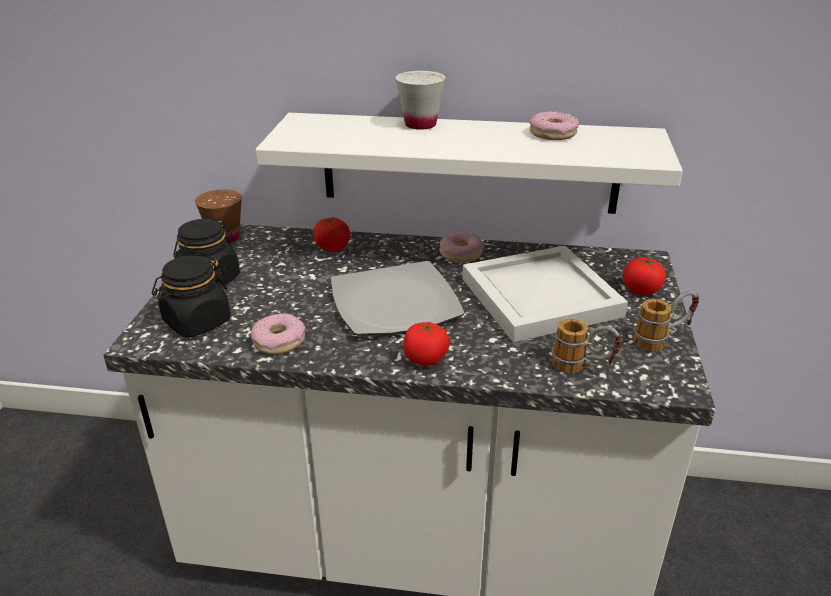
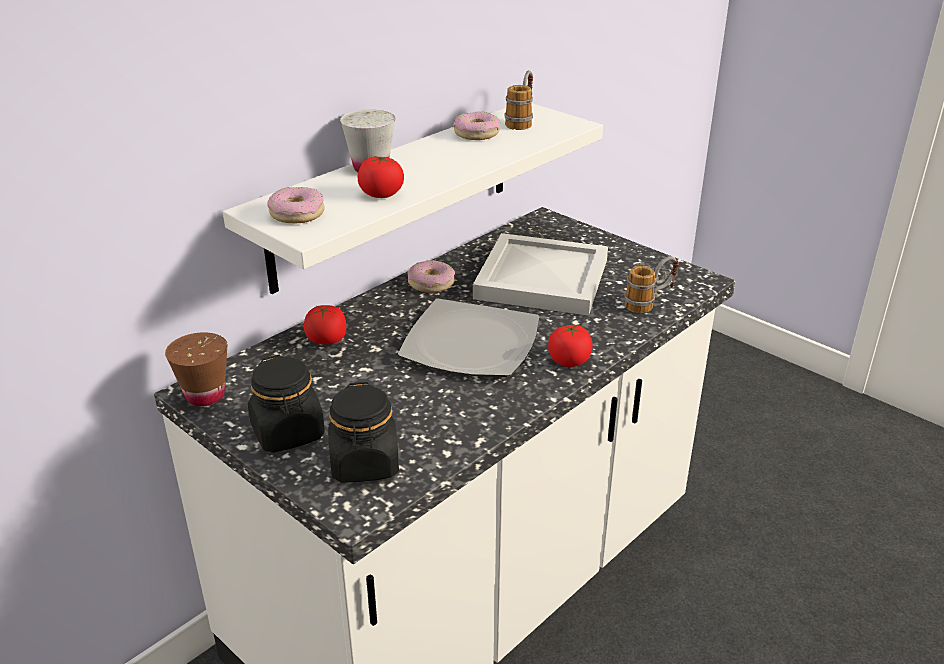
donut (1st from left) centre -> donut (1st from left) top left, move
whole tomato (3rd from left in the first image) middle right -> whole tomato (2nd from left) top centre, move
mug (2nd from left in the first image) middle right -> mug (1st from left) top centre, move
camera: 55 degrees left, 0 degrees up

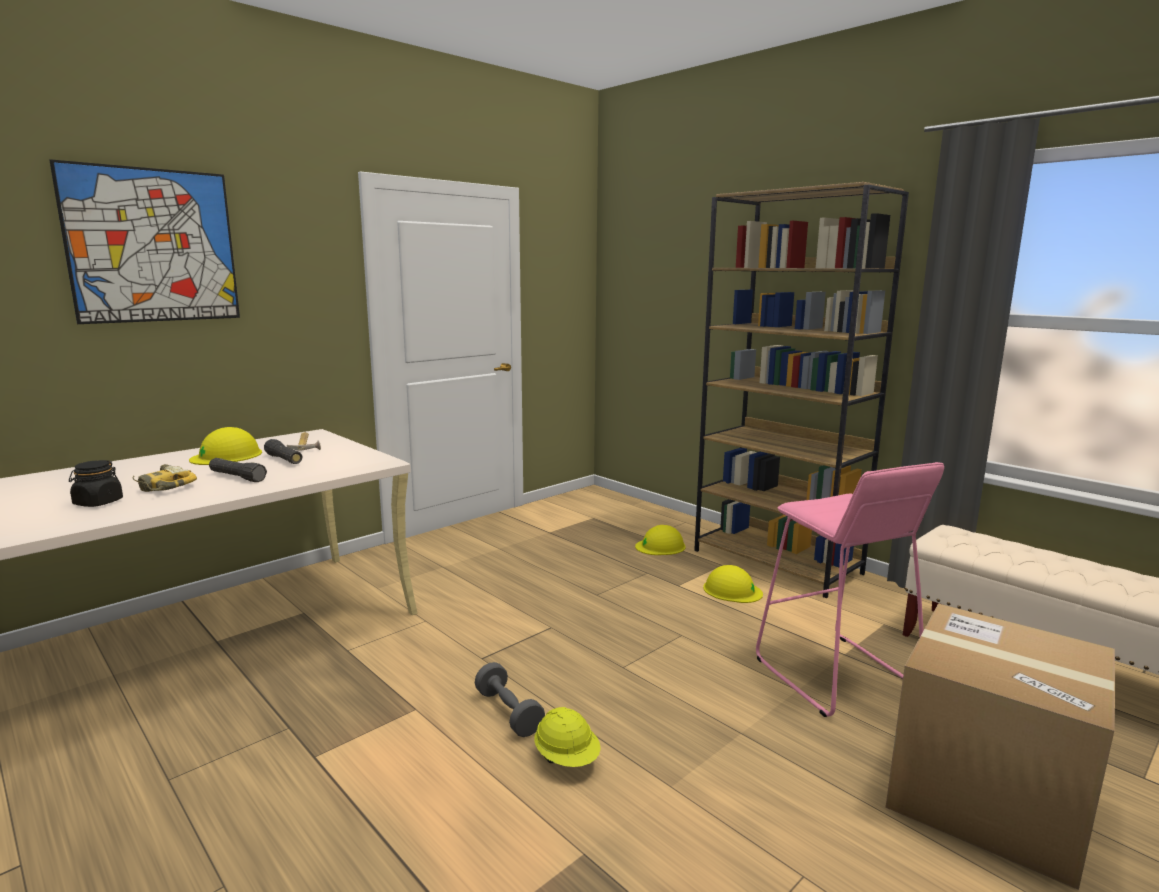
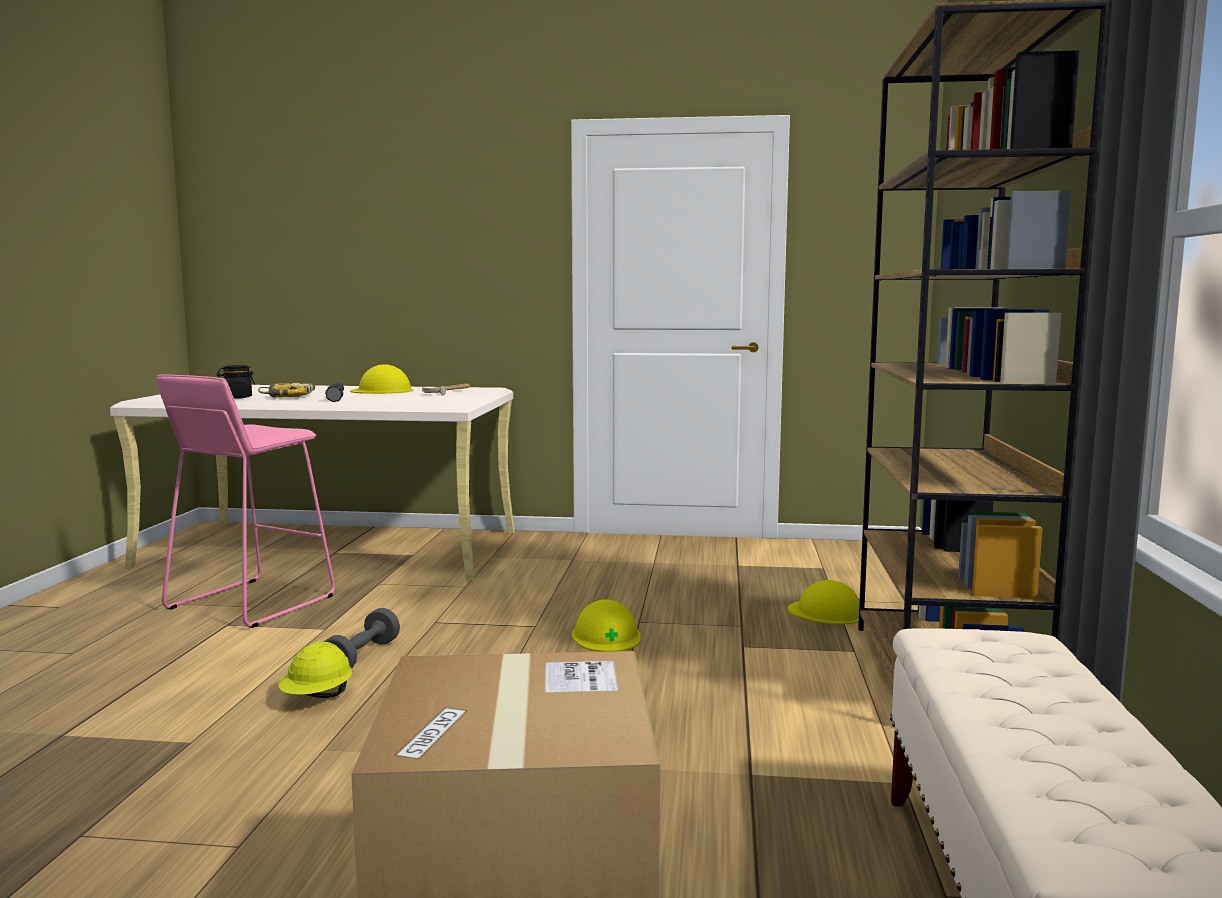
picture top left -> none
black-coloured flashlight (2nd from left) middle left -> none
yellow safety helmet (4th from left in the first image) centre -> yellow safety helmet (3rd from left) bottom centre, move
pinkish sitting stool middle right -> pinkish sitting stool middle left, move
camera: 50 degrees right, 5 degrees down

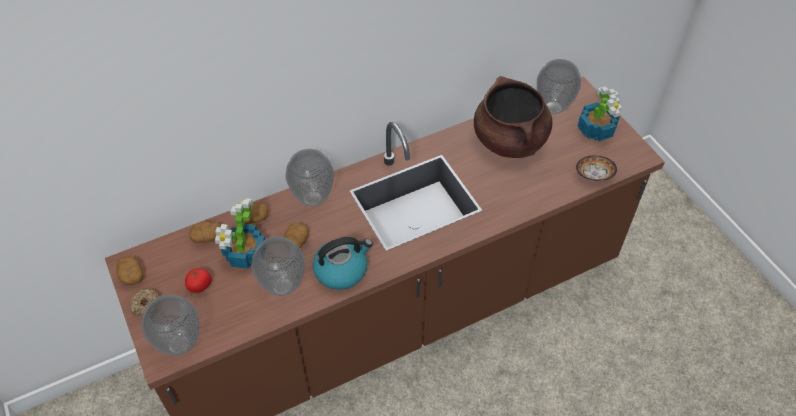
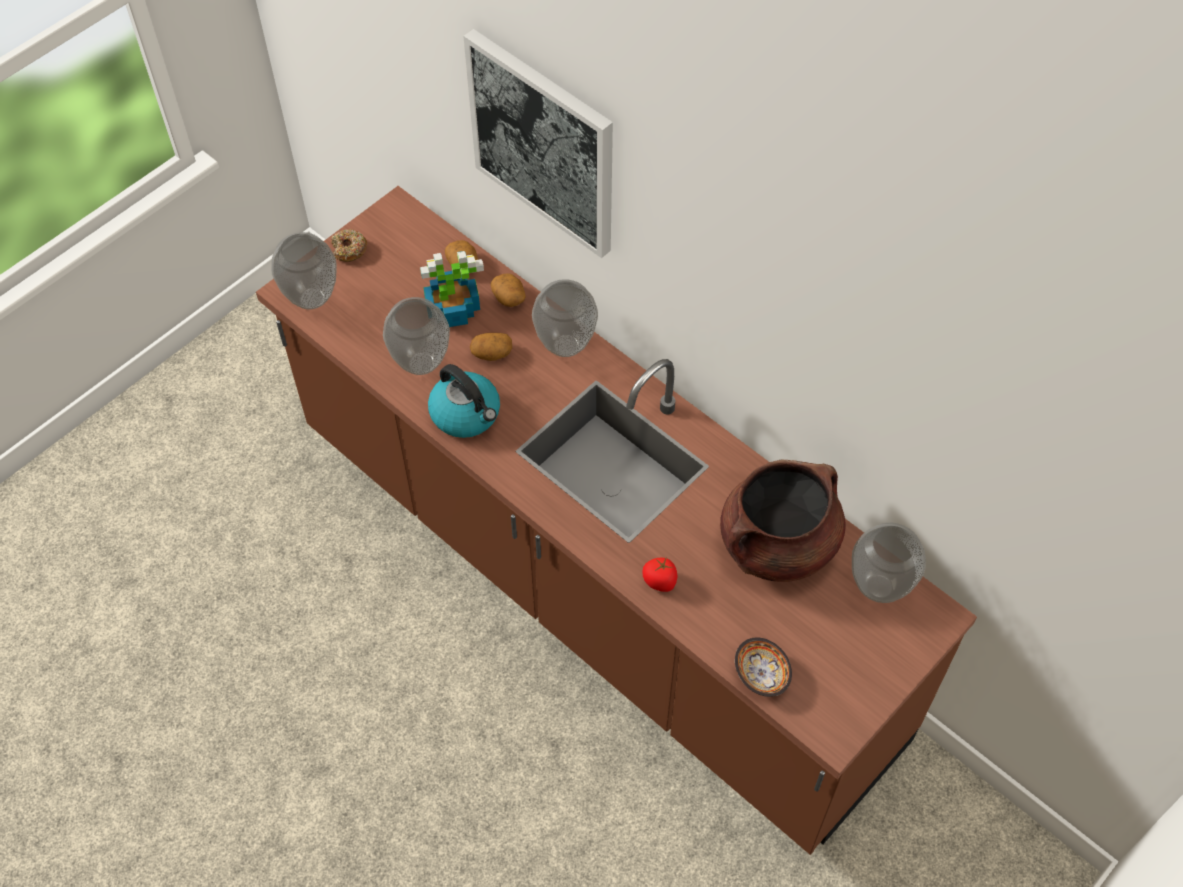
spud (1st from left) middle left -> none
whole tomato bottom left -> whole tomato centre, move
houseplant (2nd from left) top right -> none
none -> picture top centre
camera: 70 degrees right, 5 degrees up

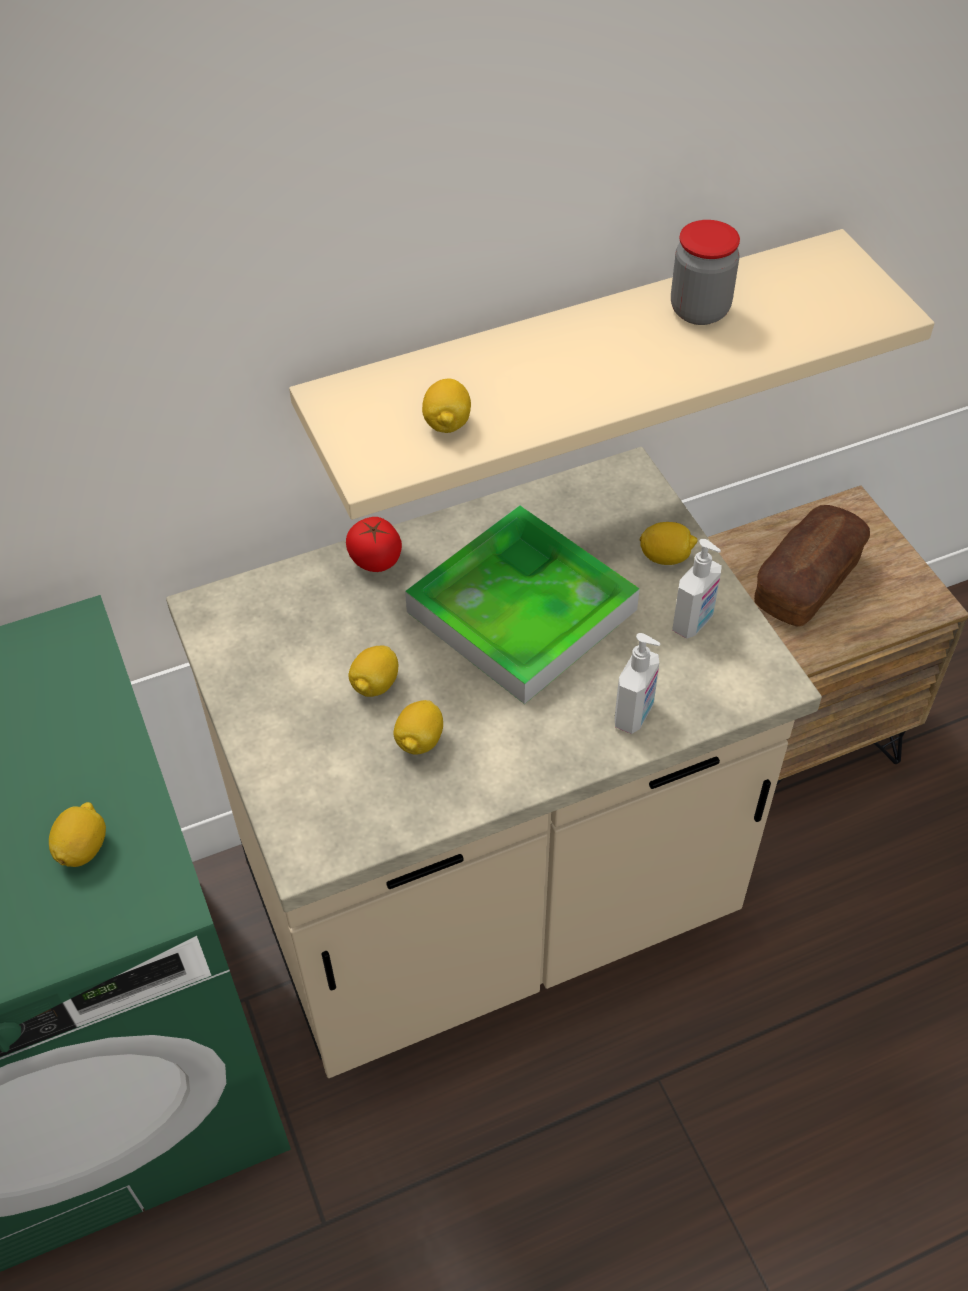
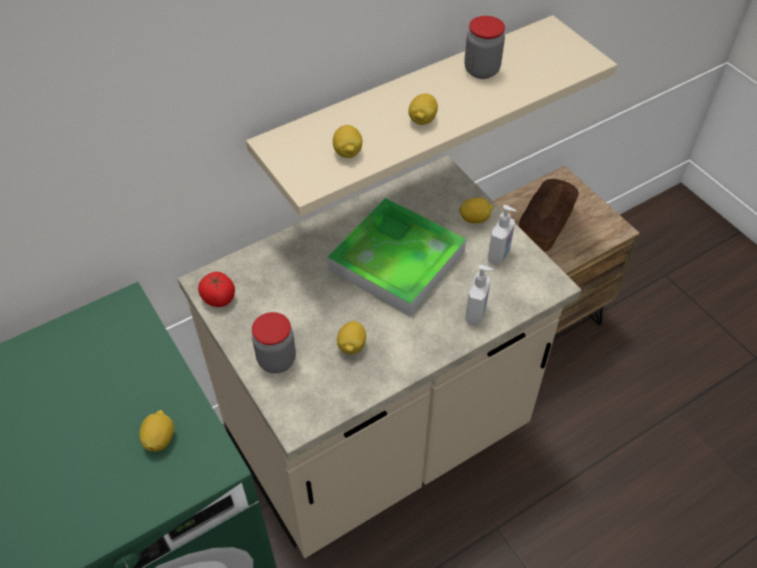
whole tomato centre -> whole tomato middle left, move
citrus fruit (2nd from left in the first image) centre -> citrus fruit (4th from left) top centre, move
none -> preserve jar (1st from left) centre
camera: 10 degrees left, 0 degrees up

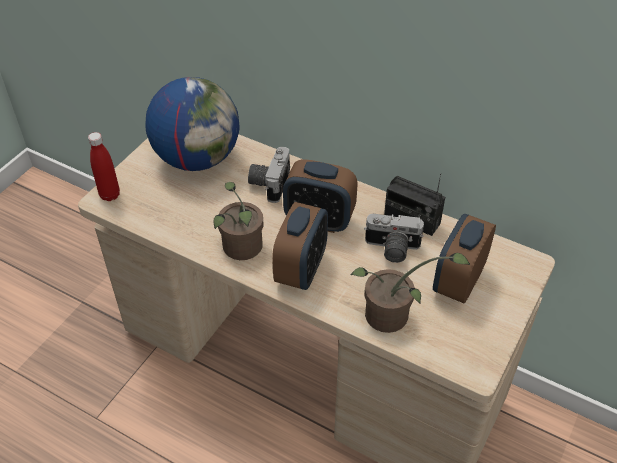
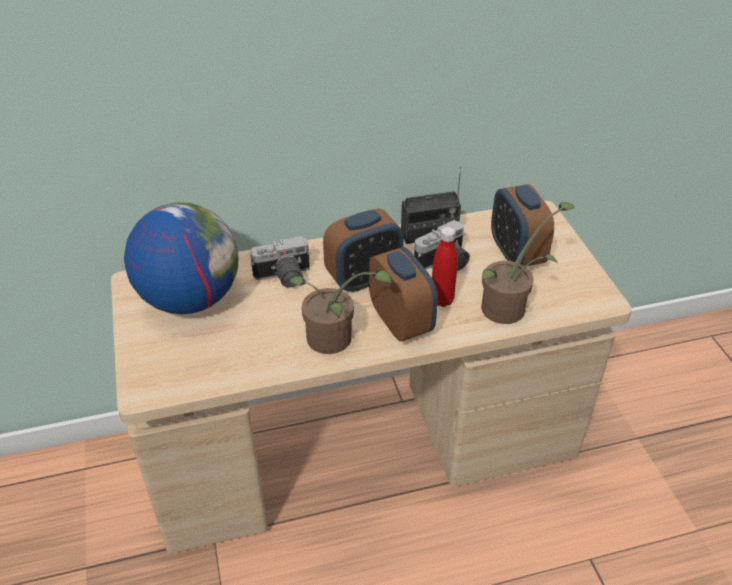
red-coloured drink bottle middle left -> red-coloured drink bottle centre, move
photo camera (1st from left) centre, 75 degrees counterclockwise
camera: 45 degrees left, 5 degrees down

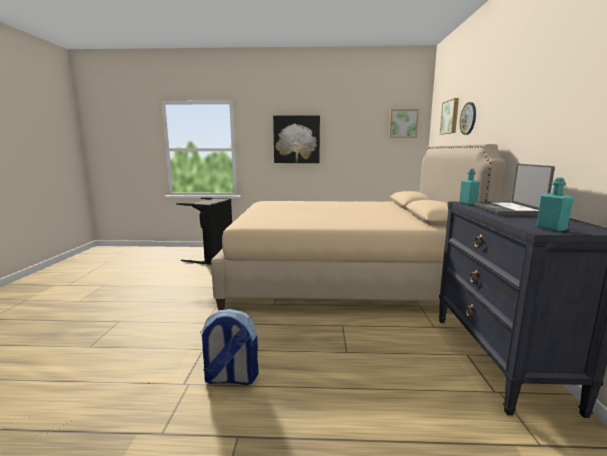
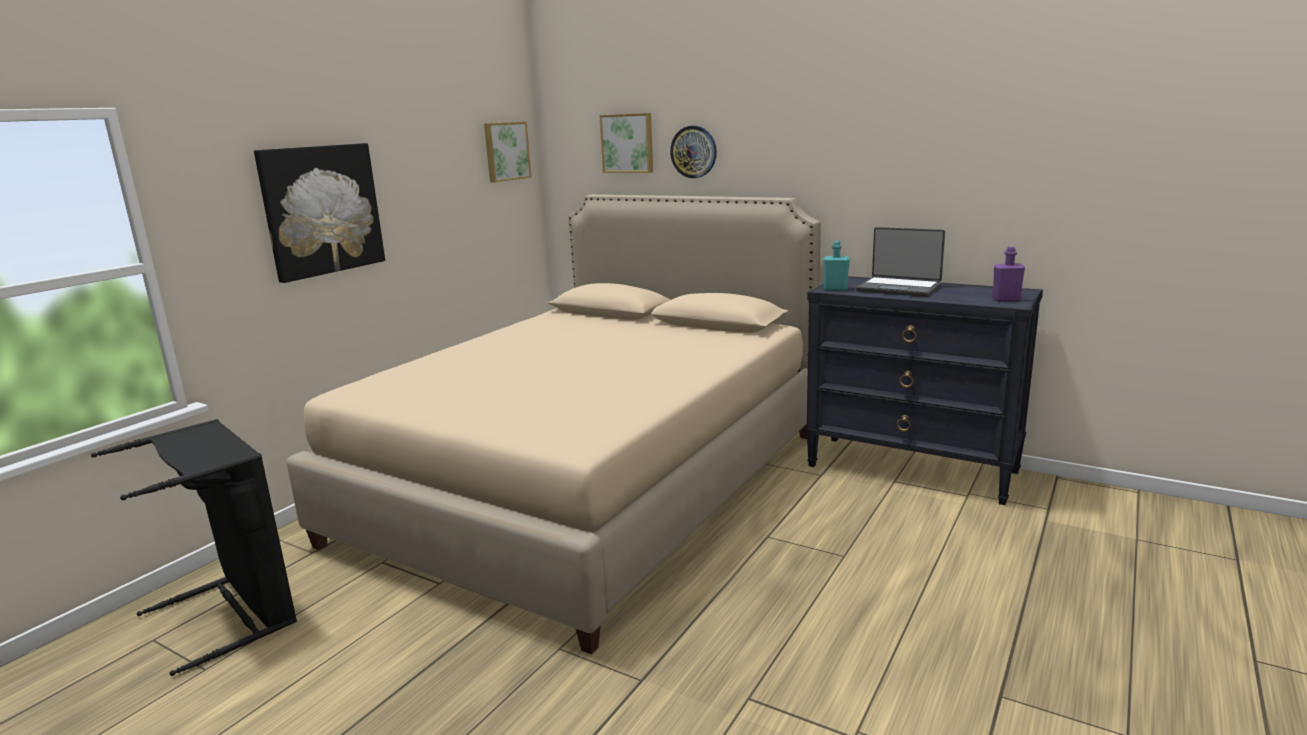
backpack bottom centre -> none
turquoise drink bottle (2nd from left) middle right -> purplish drink bottle middle right
camera: 60 degrees left, 5 degrees up

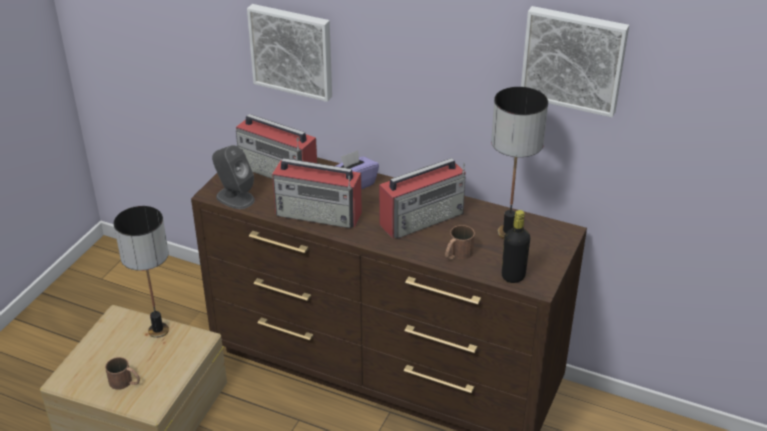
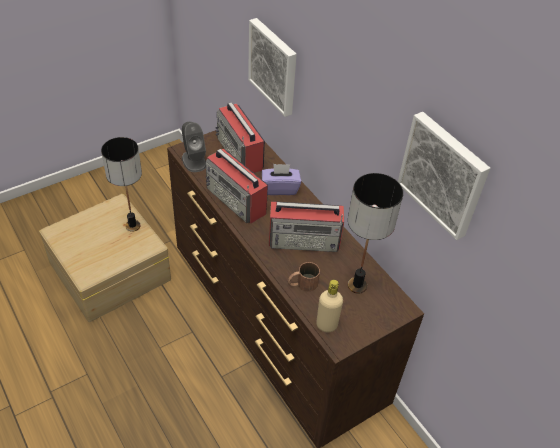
brown mug (1st from left) bottom left -> none
black-coloured drink bottle middle right -> beige drink bottle bottom centre
camera: 30 degrees right, 10 degrees up

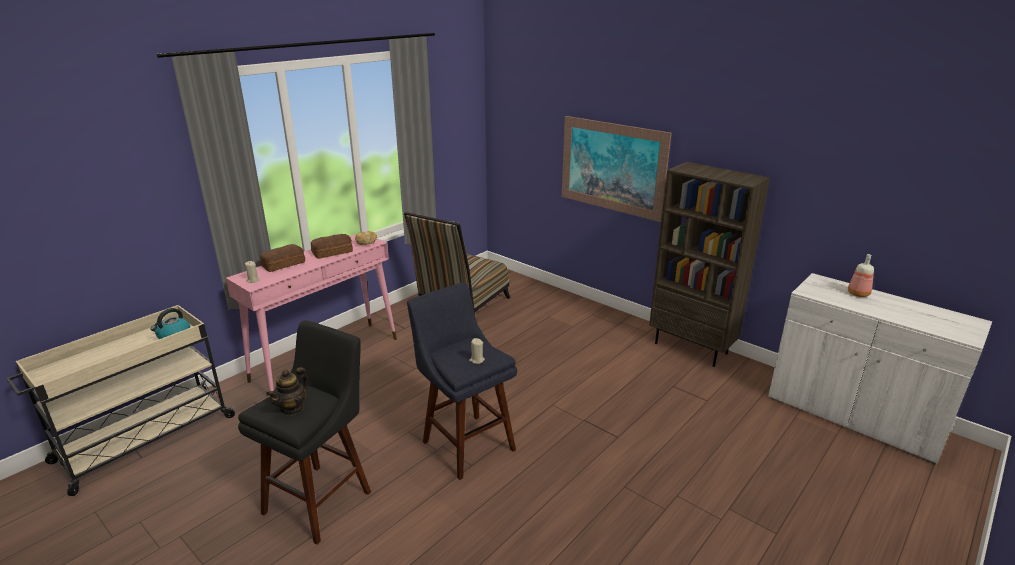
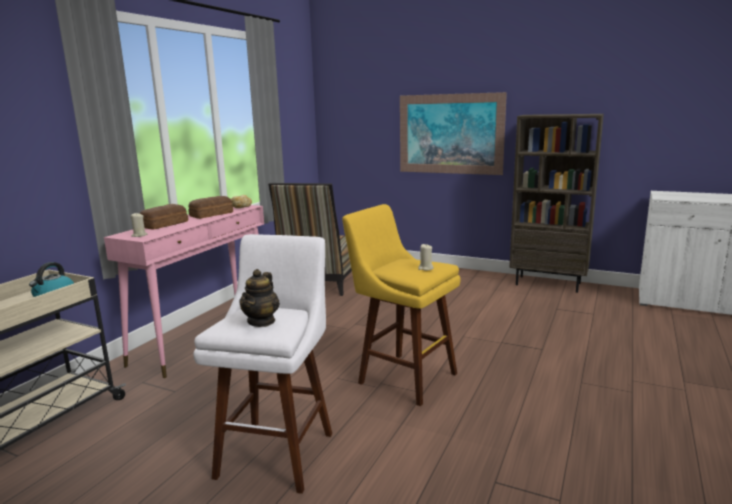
black-coloured sitting stool bottom left -> white sitting stool bottom centre
blue sitting stool bottom centre -> yellow sitting stool centre
drink bottle middle right -> none
camera: 15 degrees left, 10 degrees down

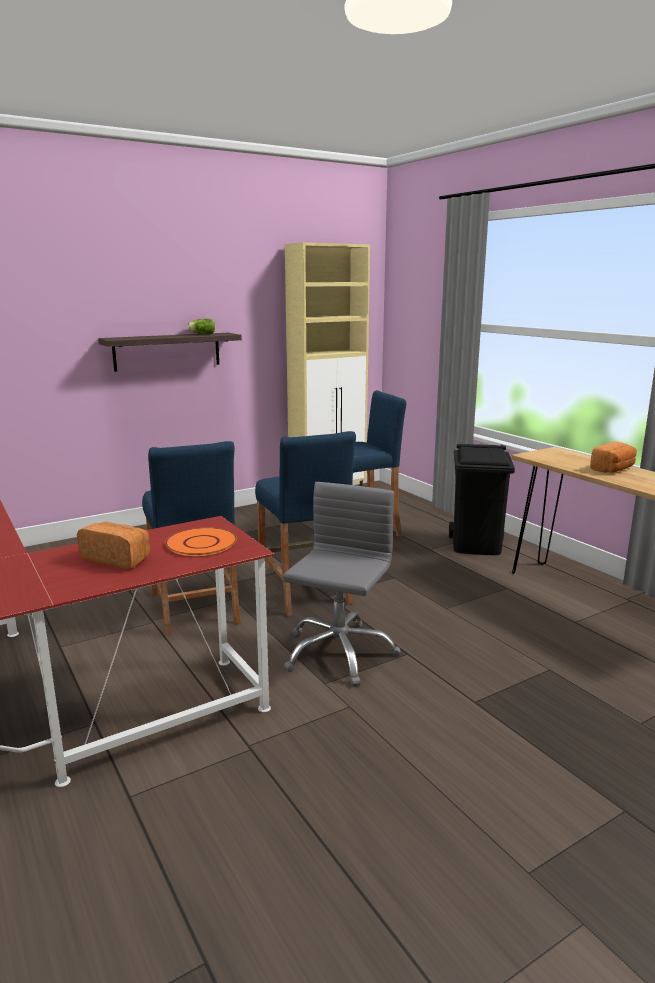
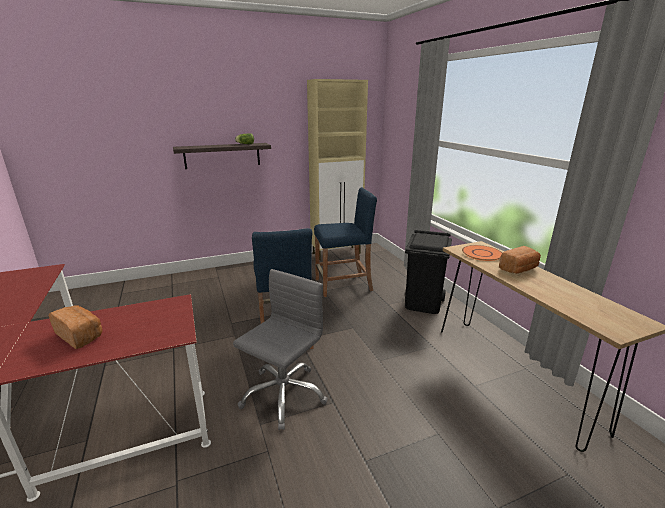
blue sitting stool (1st from left) middle left -> none
orangey dinner plate middle left -> orangey dinner plate middle right, move
camera: 10 degrees right, 5 degrees up

